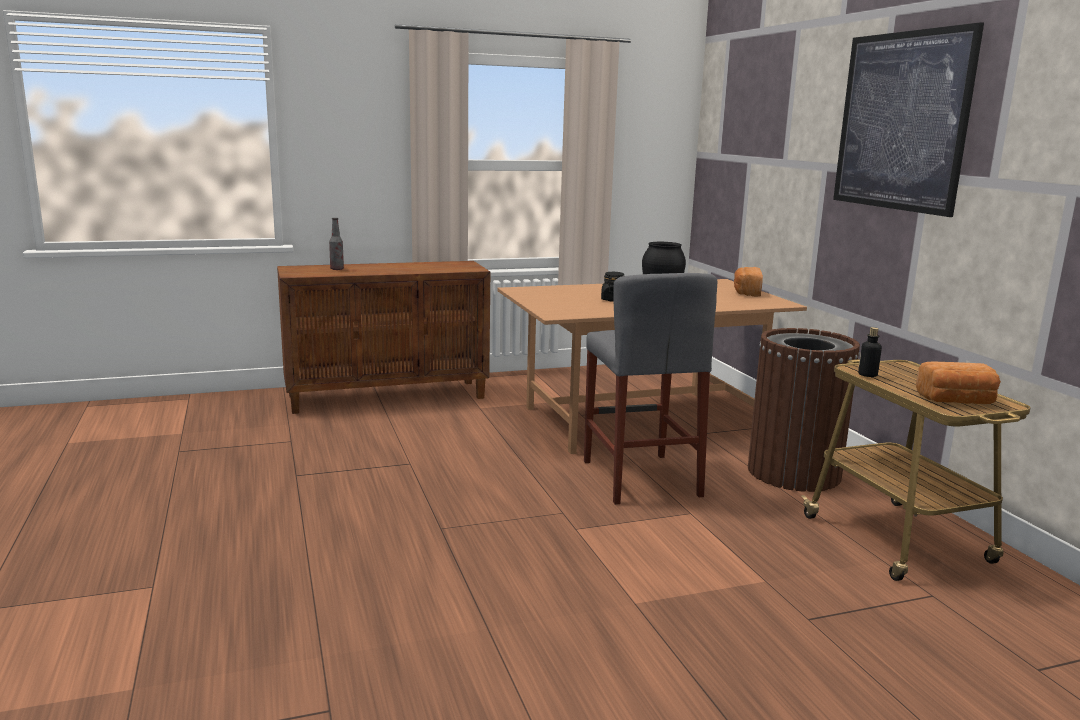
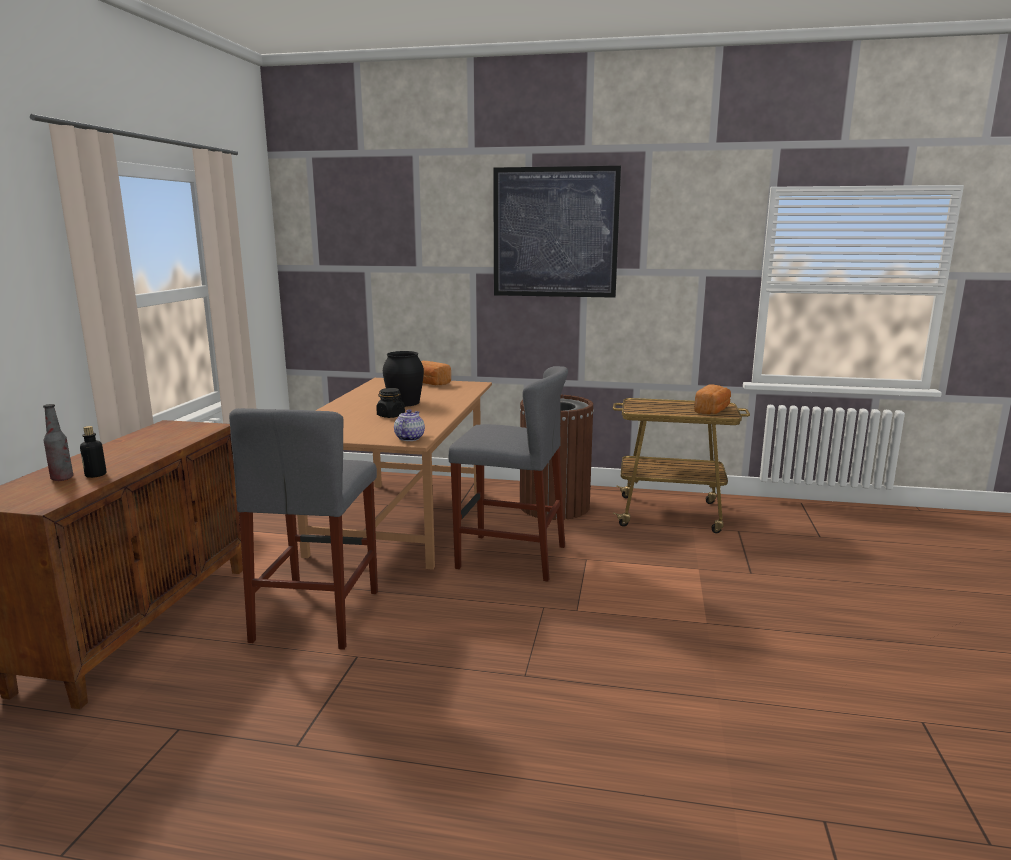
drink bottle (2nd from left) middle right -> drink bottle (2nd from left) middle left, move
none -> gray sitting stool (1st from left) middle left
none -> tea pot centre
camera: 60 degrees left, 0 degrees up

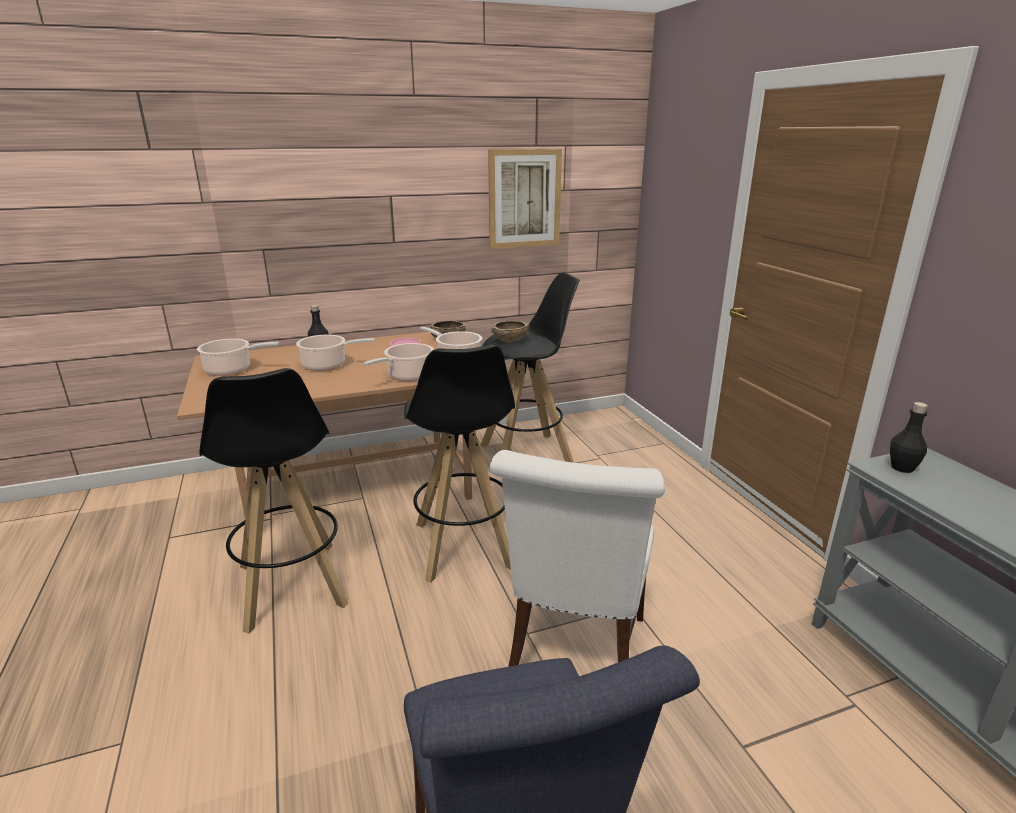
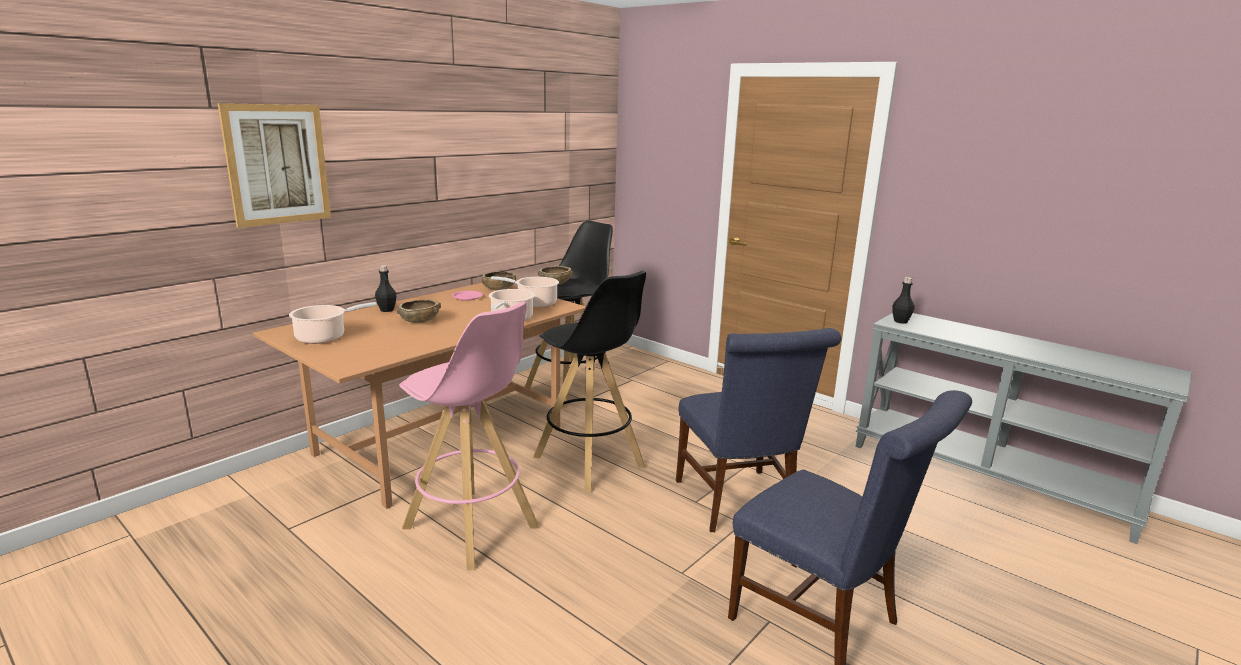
black-coloured sitting stool (1st from left) middle left -> pinkish sitting stool centre
stockpot (2nd from left) middle left -> brown bowl (1st from left) centre
picture top centre -> picture top left, move
white upright chair bottom centre -> blue upright chair (1st from left) centre
camera: 30 degrees left, 5 degrees down

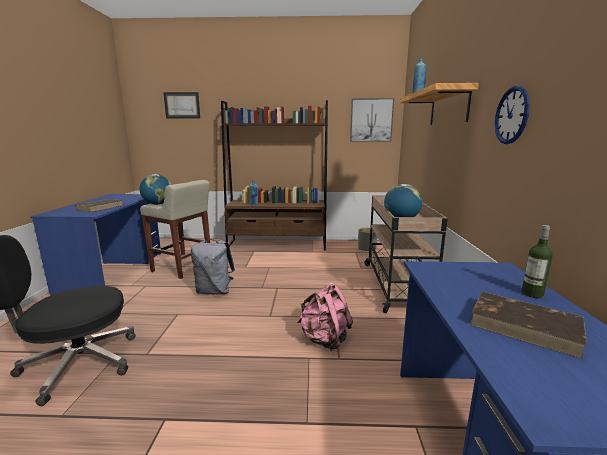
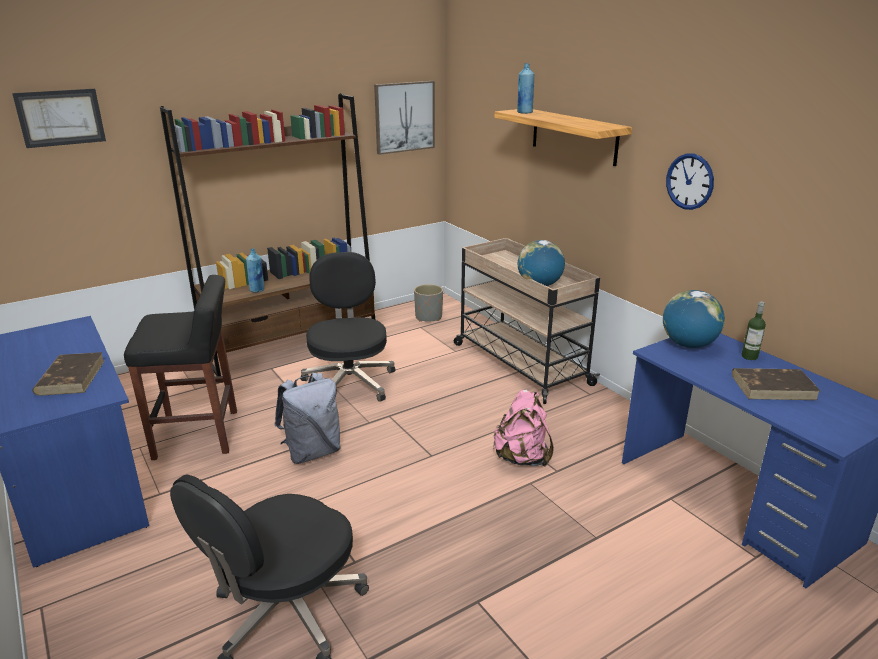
desk globe (1st from left in the first image) middle left -> desk globe (2nd from left) middle right, move
beige sitting stool middle left -> black-coloured sitting stool middle left
none -> black-coloured office chair (2nd from left) centre
camera: 35 degrees left, 10 degrees up

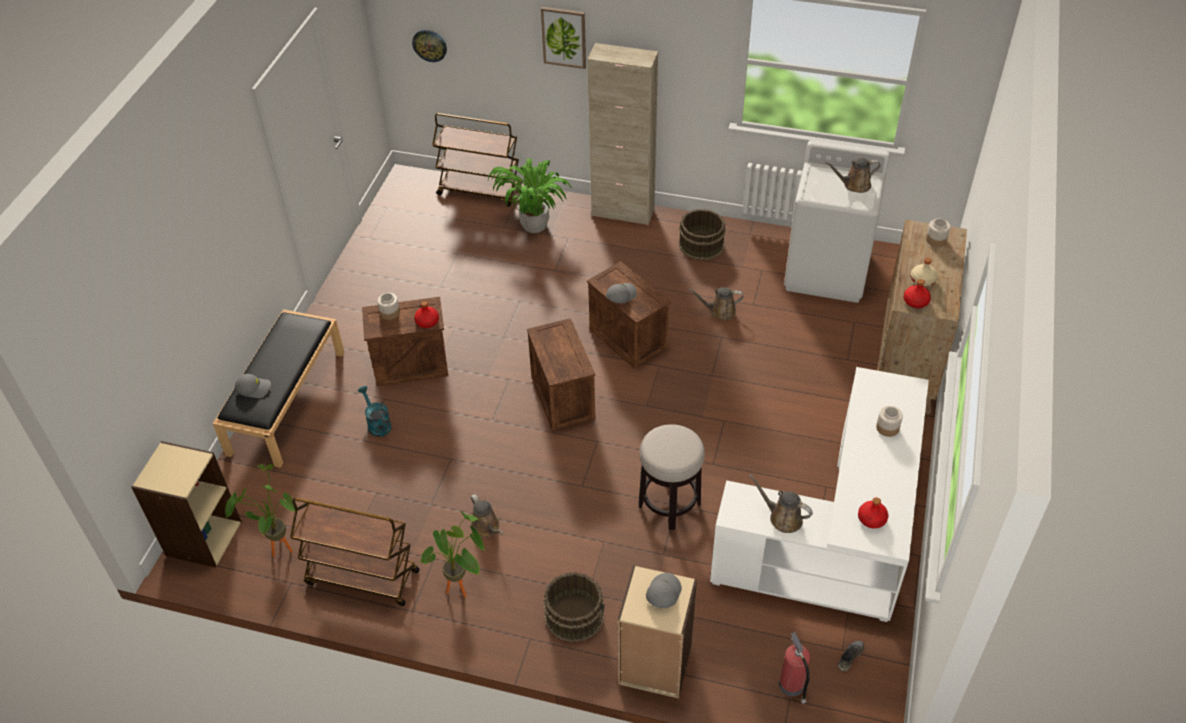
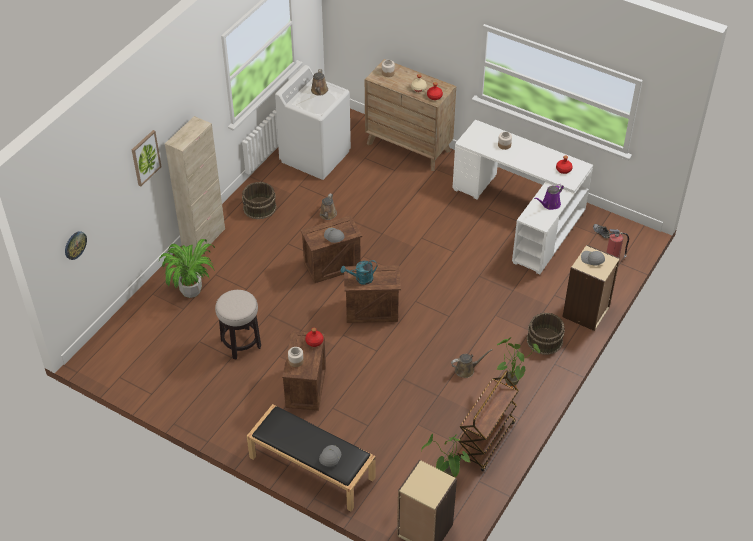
turquoise watering can middle left -> turquoise watering can centre, move
brown wheeled cart (2nd from left) top centre -> none
sitting stool centre -> sitting stool middle left, move
brown watering can (3rd from left) bottom centre -> purplish watering can middle right
camera: 75 degrees left, 0 degrees up

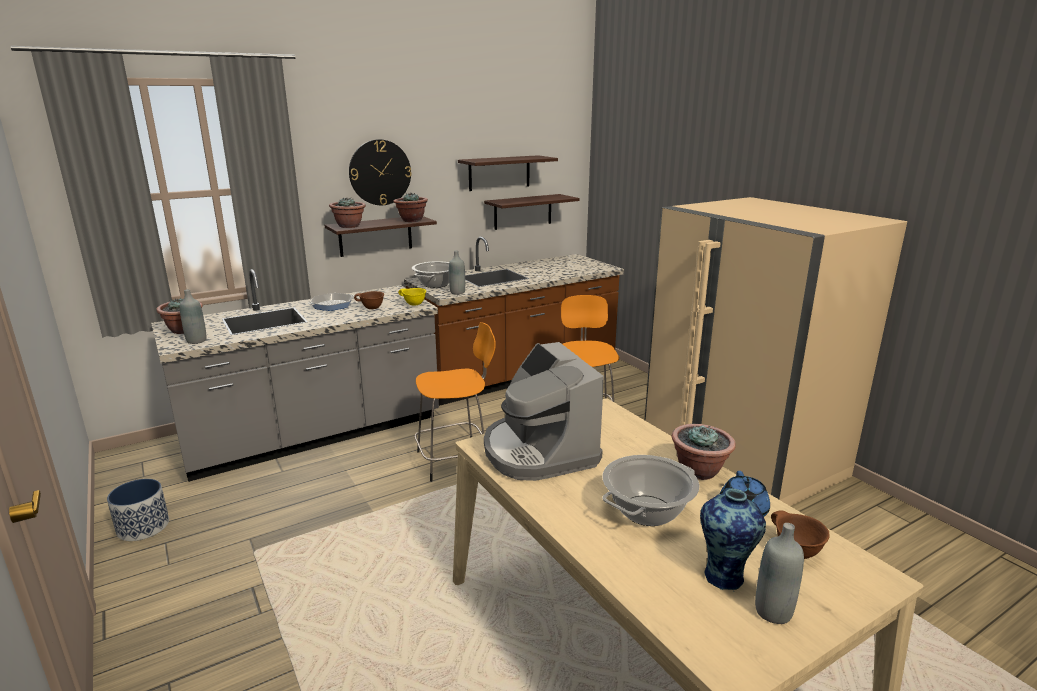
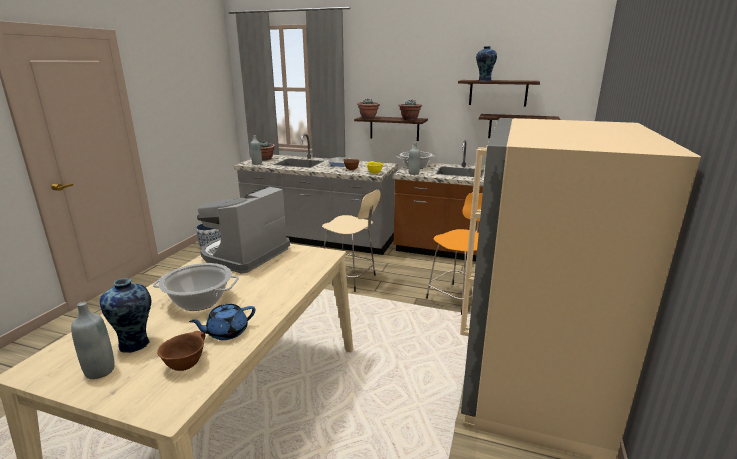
hanging clock top centre -> none
orangey sitting stool (1st from left) centre -> beige sitting stool centre
houseplant (4th from left) middle right -> none
none -> vase (2nd from left) top centre
camera: 50 degrees right, 0 degrees up

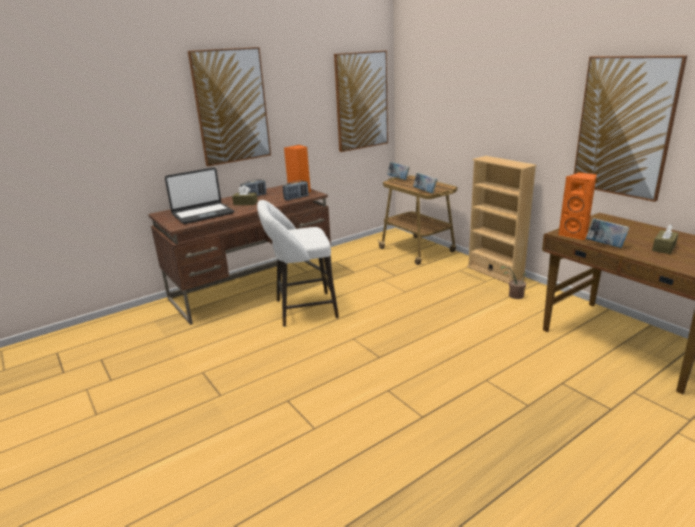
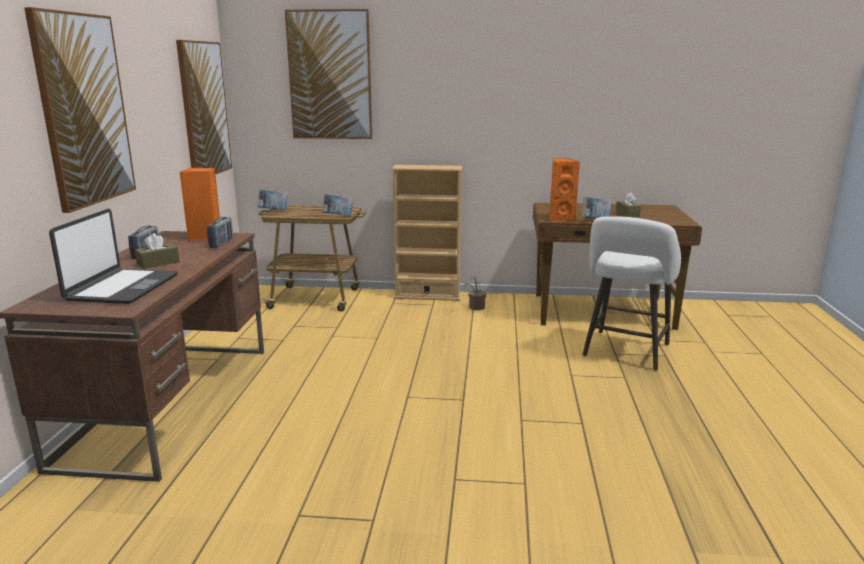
white sitting stool centre -> white sitting stool middle right, move
picture (3rd from left) top right -> picture (3rd from left) top centre, move
camera: 50 degrees left, 5 degrees down

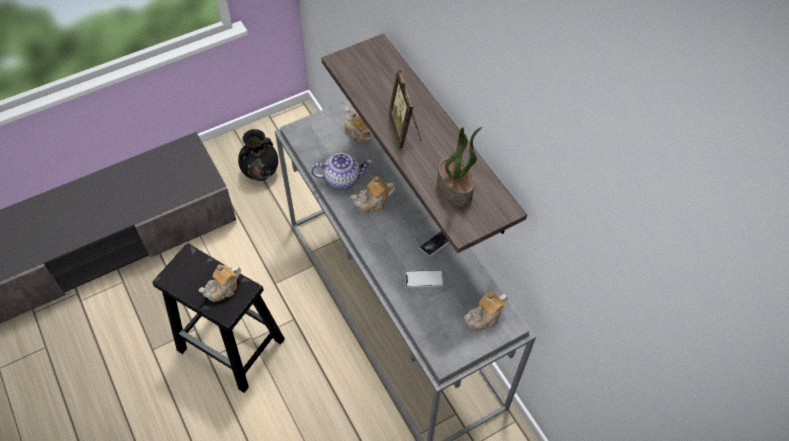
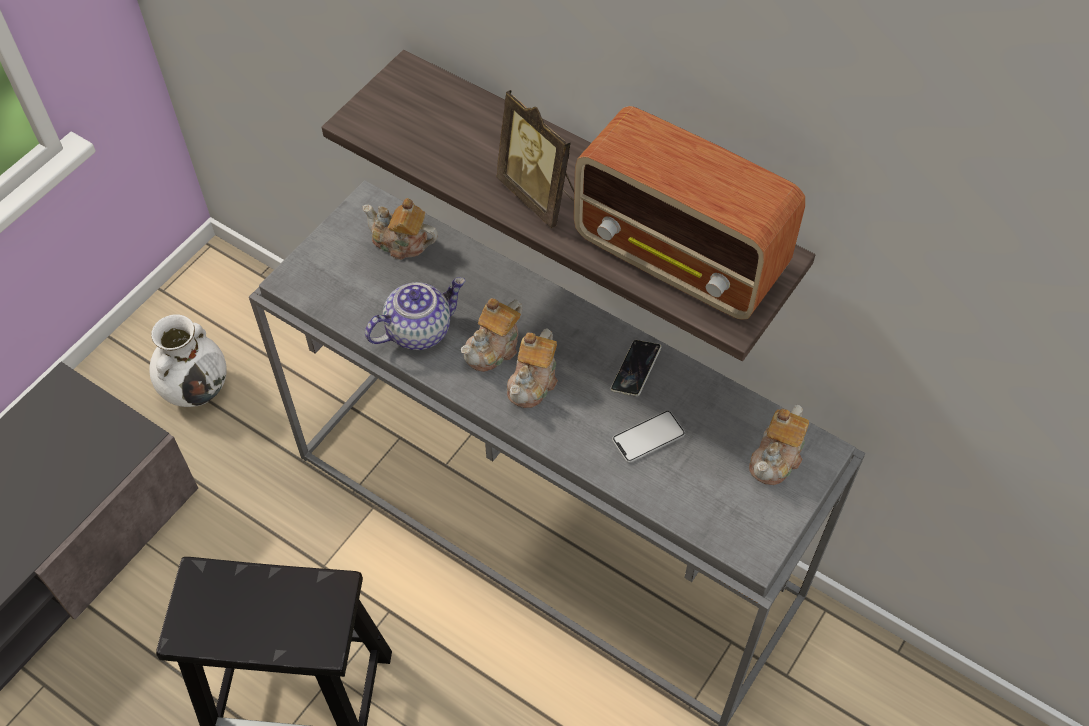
tea pot (1st from left in the first image) middle left -> tea pot (4th from left) centre, move
black-coloured vase middle left -> white vase middle left
houseplant centre -> radio set top centre
camera: 25 degrees left, 0 degrees up

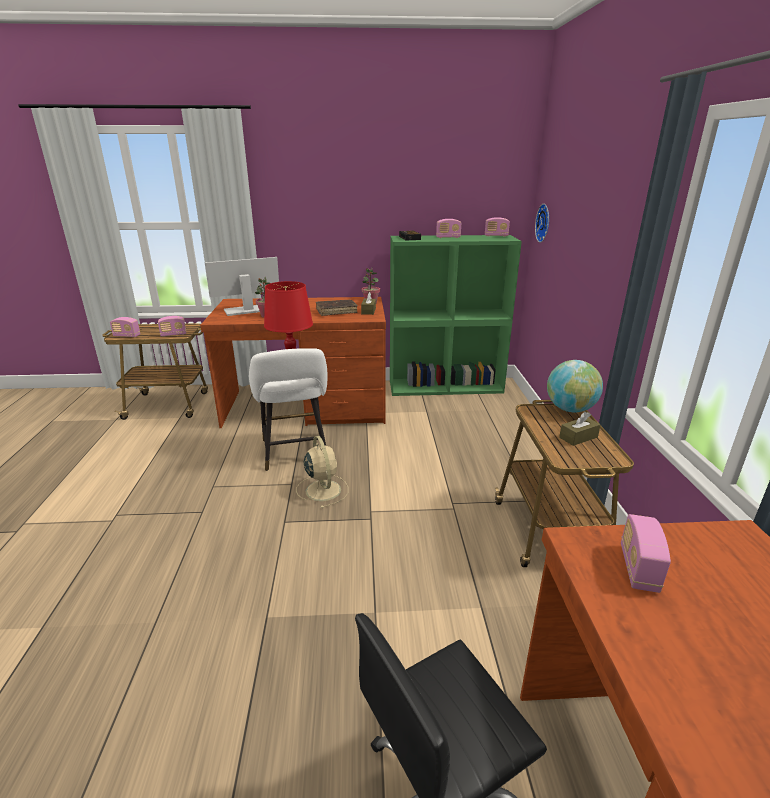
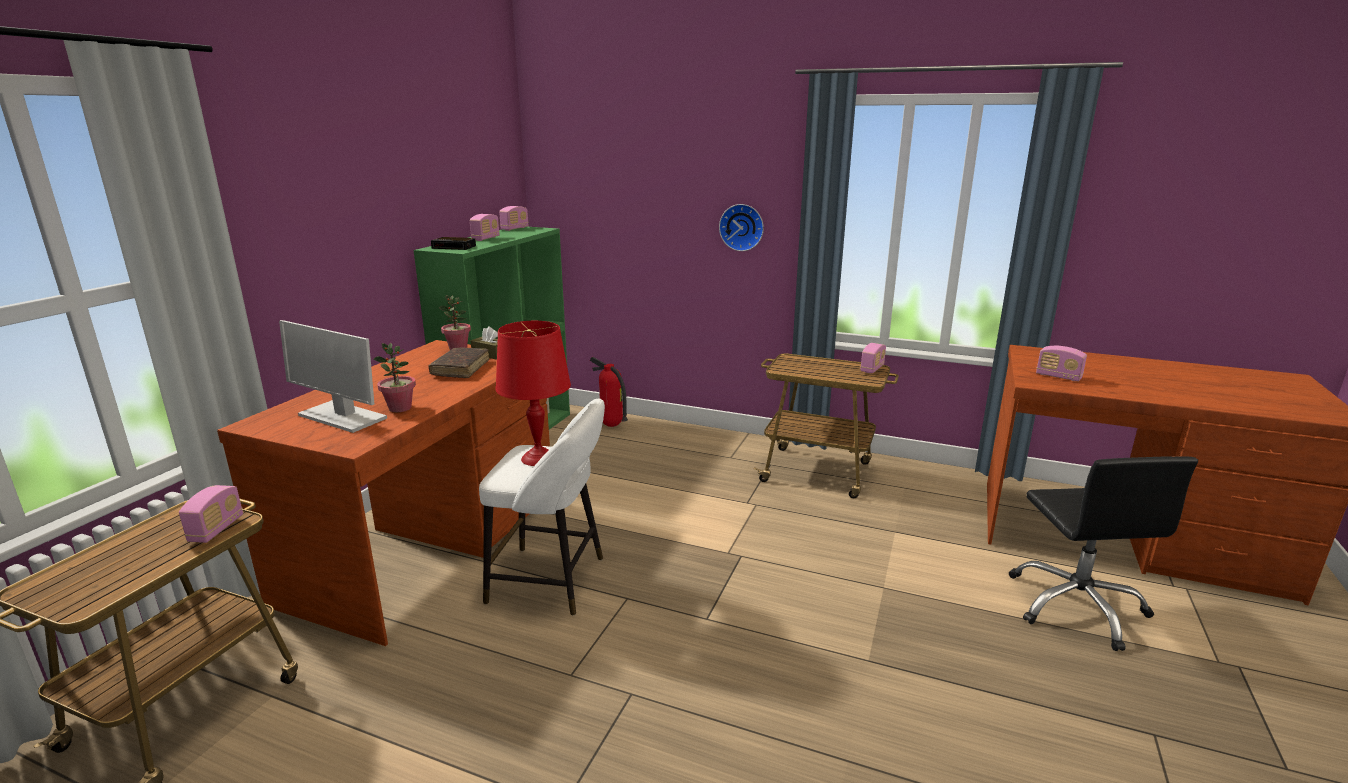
radio set (1st from left in the first image) middle left -> radio set (4th from left) centre, move
monitor middle left, 60 degrees counterclockwise
beige cooling fan centre -> none
hanging clock top right -> hanging clock top centre, move
desk globe middle right -> none
brown tissue box (2nd from left) middle right -> none
none -> extinguisher centre
camera: 65 degrees left, 5 degrees down

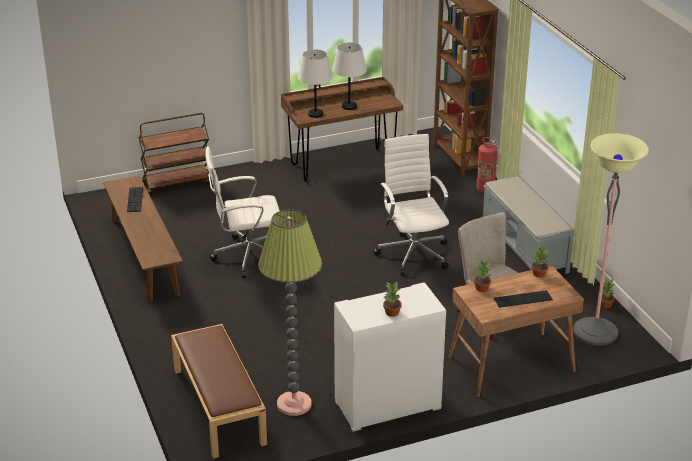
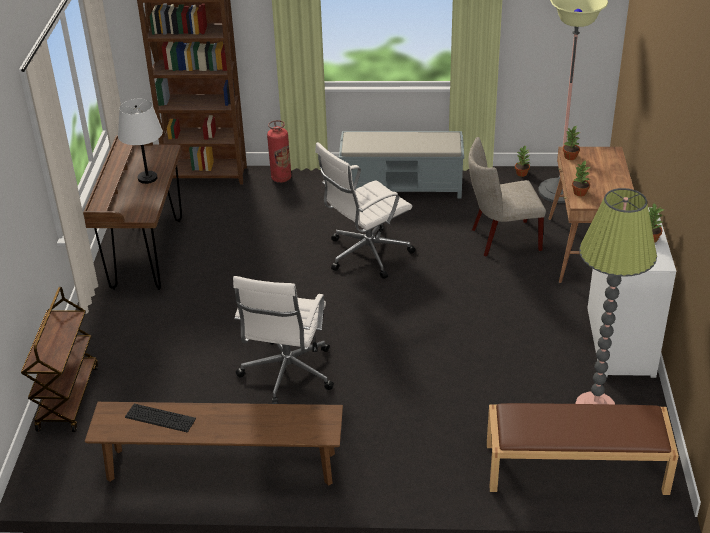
white tabletop lamp (1st from left) top centre -> none
white office chair (2nd from left) centre, 45 degrees counterclockwise
PC keyboard (2nd from left) middle right -> none
camera: 65 degrees left, 5 degrees up

